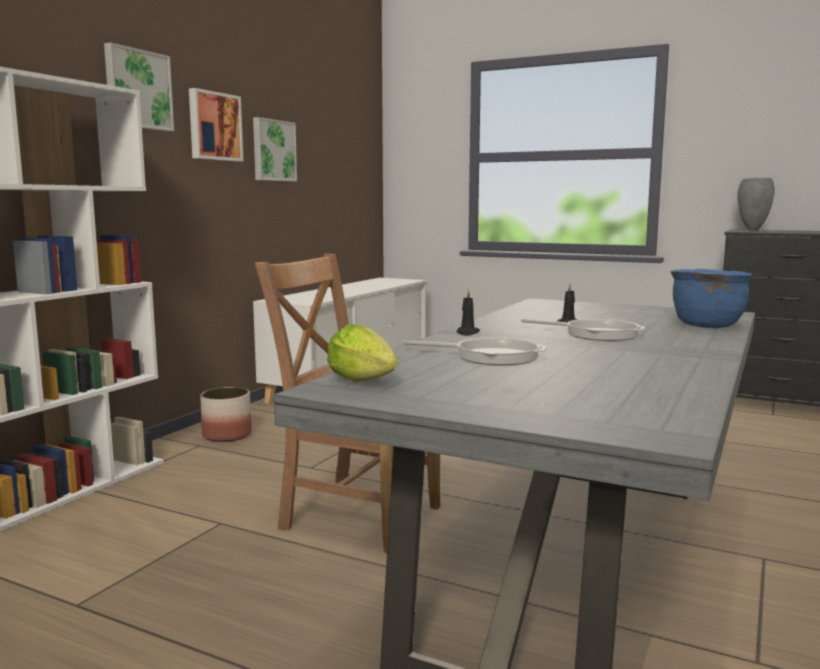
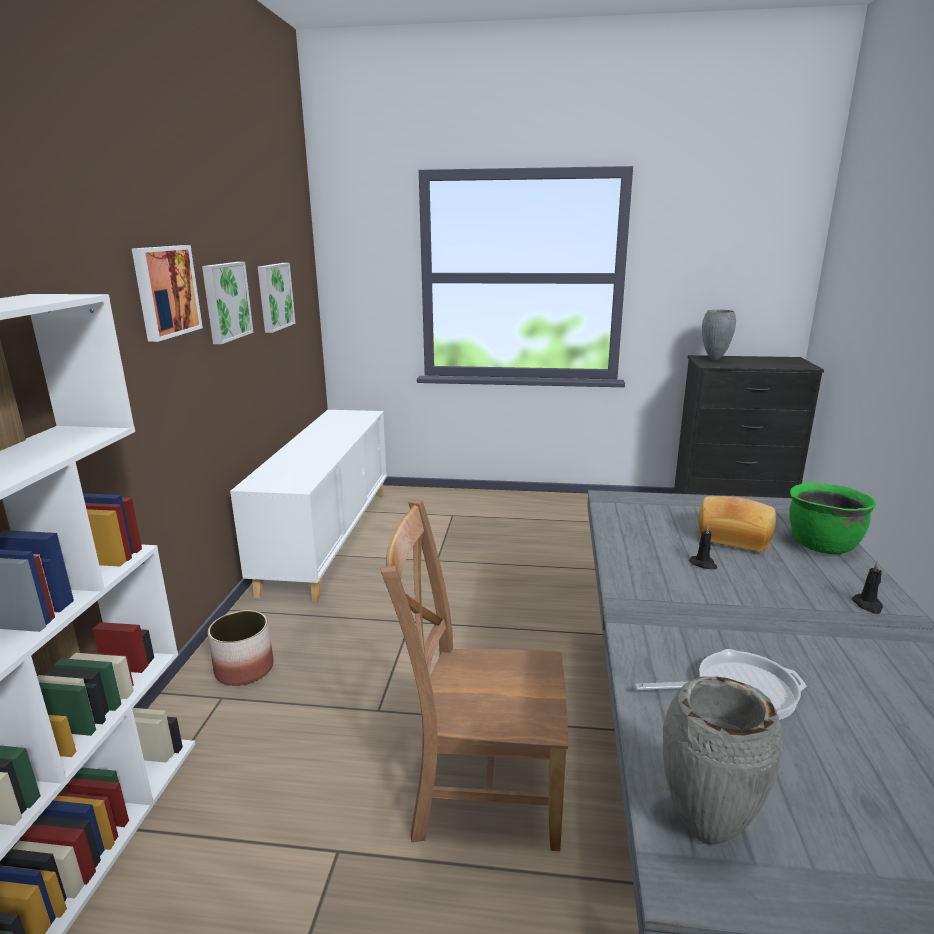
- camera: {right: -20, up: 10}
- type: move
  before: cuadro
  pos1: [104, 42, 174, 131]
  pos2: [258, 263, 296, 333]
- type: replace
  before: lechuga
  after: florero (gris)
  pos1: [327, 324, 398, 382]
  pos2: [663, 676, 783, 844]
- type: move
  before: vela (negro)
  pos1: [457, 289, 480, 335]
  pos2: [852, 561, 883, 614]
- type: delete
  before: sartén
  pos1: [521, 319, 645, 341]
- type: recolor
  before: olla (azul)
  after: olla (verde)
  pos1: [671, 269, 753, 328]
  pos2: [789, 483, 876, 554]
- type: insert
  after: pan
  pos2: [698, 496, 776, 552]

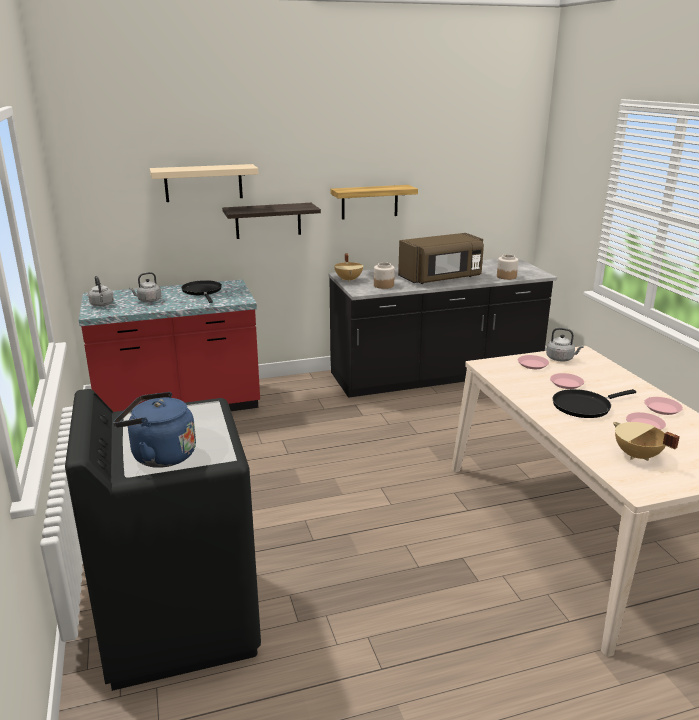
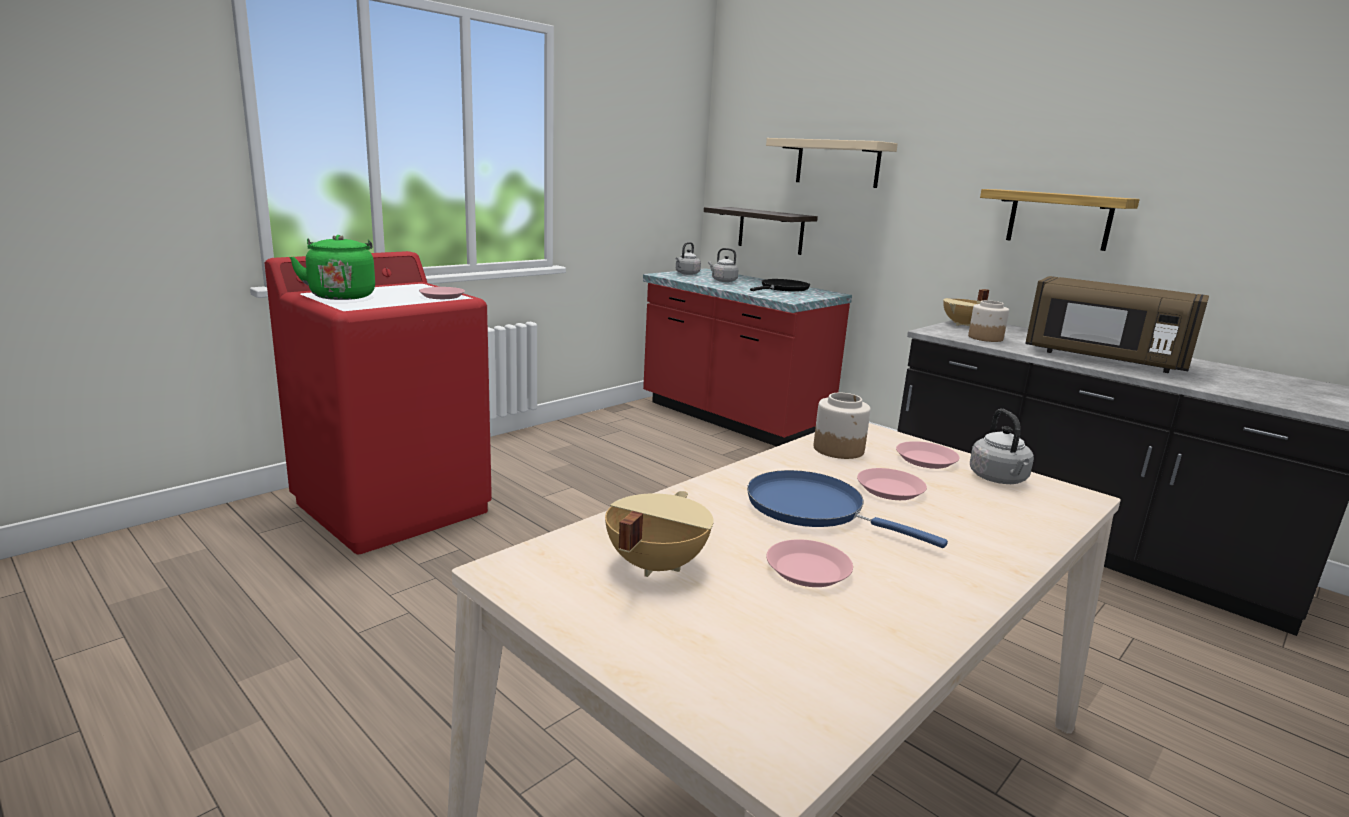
- camera: {right: 60, up: -5}
- type: recolor
  before: lavadora (negro)
  after: lavadora (rojo)
  pos1: [65, 389, 261, 691]
  pos2: [265, 251, 492, 554]
- type: recolor
  before: hervidor (azul)
  after: hervidor (verde)
  pos1: [113, 392, 196, 468]
  pos2: [290, 235, 375, 300]
- type: move
  before: estante
  pos1: [222, 203, 321, 239]
  pos2: [704, 207, 818, 255]
- type: move
  before: tarro
  pos1: [497, 254, 518, 280]
  pos2: [814, 393, 871, 459]
- type: recolor
  before: sartén (negro)
  after: sartén (azul)
  pos1: [553, 389, 636, 418]
  pos2: [747, 470, 948, 548]
- type: move
  before: plato (rosa)
  pos1: [644, 397, 683, 415]
  pos2: [419, 287, 465, 299]

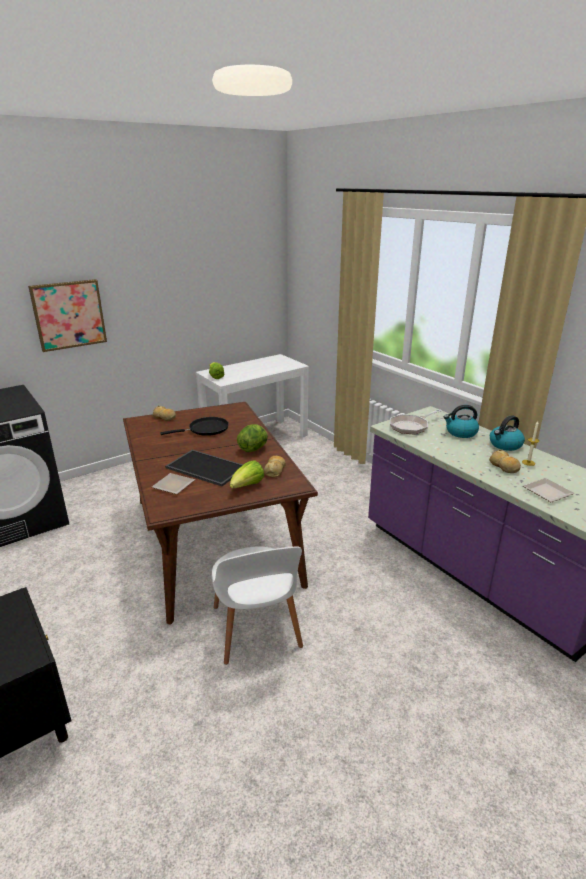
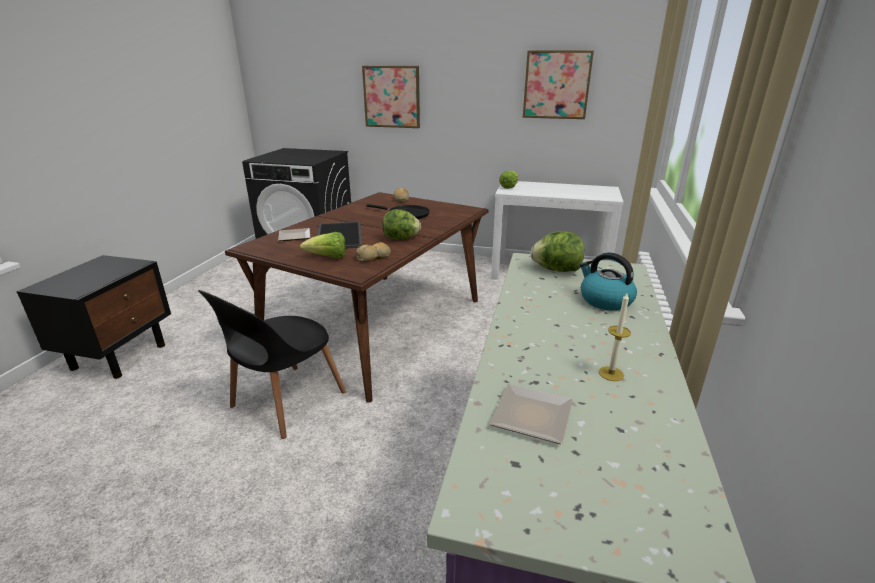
- camera: {right: 50, up: 0}
- type: recolor
  before: silla (blanco)
  after: silla (negro)
  pos1: [212, 546, 303, 665]
  pos2: [198, 290, 346, 439]
- type: replace
  before: sartén
  after: lechuga
  pos1: [390, 409, 442, 434]
  pos2: [530, 231, 584, 272]
- type: delete
  before: pan
  pos1: [489, 450, 521, 473]
- type: delete
  before: hervidor
  pos1: [490, 415, 525, 451]
- type: insert
  after: cuadro
  pos2: [523, 50, 594, 119]

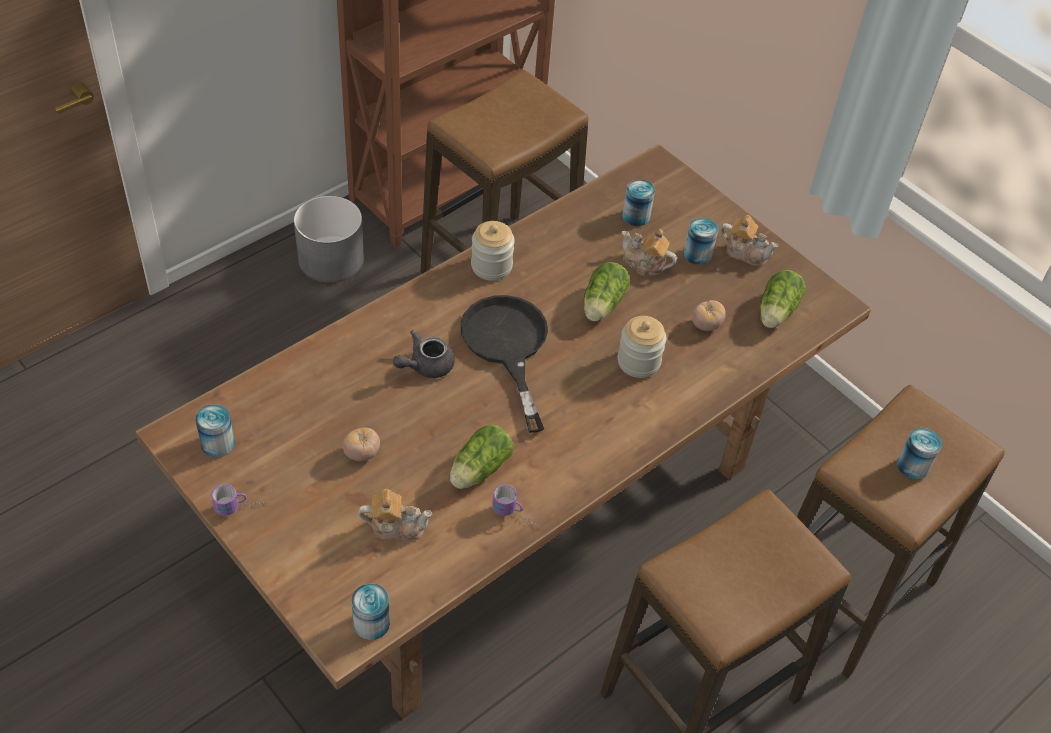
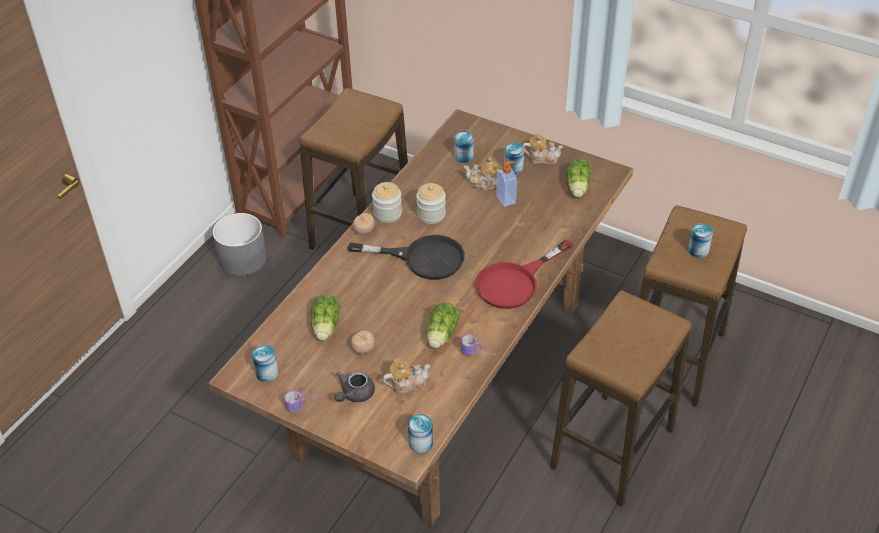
- camera: {right: -15, up: -5}
- type: move
  before: tetera (gris)
  pos1: [393, 330, 454, 378]
  pos2: [335, 371, 375, 402]
- type: rotate
  before: sartén (negro)
  pos1: [460, 295, 548, 433]
  pos2: [348, 235, 465, 280]
  turn: 135
- type: move
  before: lechuga
  pos1: [584, 262, 630, 321]
  pos2: [311, 294, 340, 340]
- type: move
  before: tarro
  pos1: [618, 316, 666, 378]
  pos2: [416, 183, 446, 224]
- type: move
  before: tomate
  pos1: [692, 300, 726, 331]
  pos2: [353, 213, 375, 234]
- type: insert
  after: sartén (rojo)
  pos2: [476, 240, 573, 309]
- type: insert
  after: dispensador de jabón
  pos2: [496, 161, 517, 207]

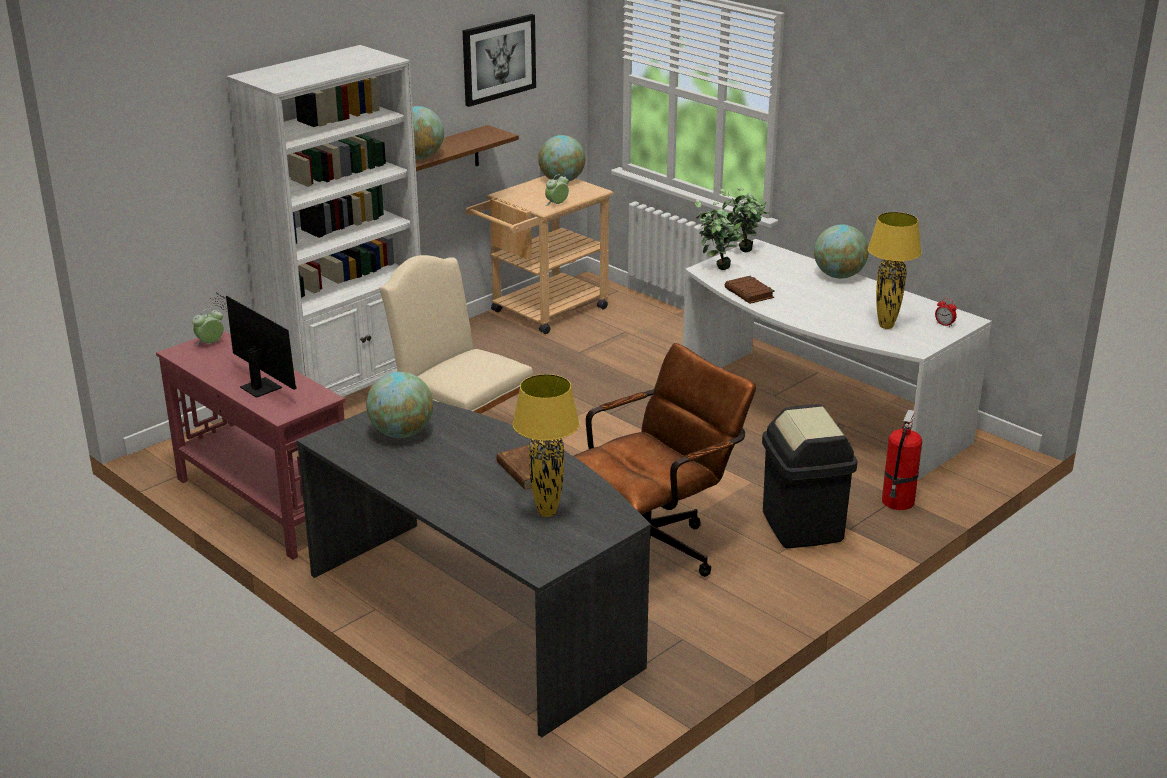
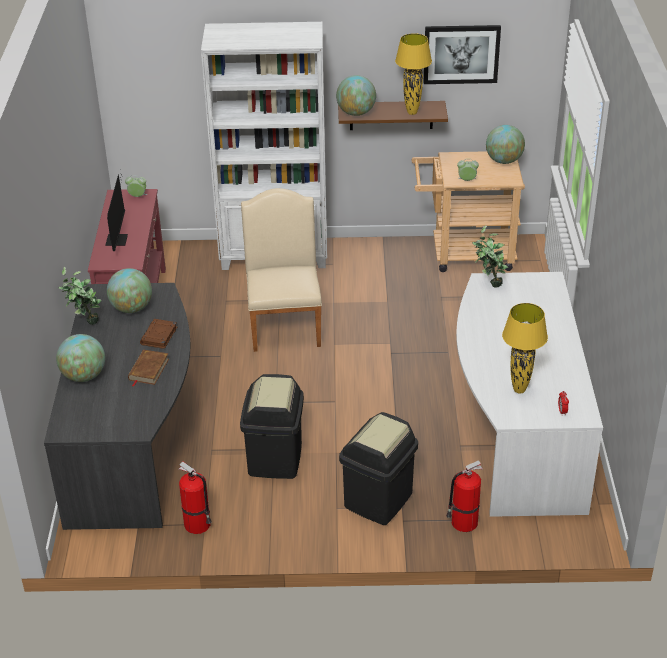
- camera: {right: 45, up: 10}
- type: move
  before: lámpara de mesa (amarillo)
  pos1: [513, 374, 580, 517]
  pos2: [395, 33, 432, 115]
- type: replace
  before: silla de oficina (marrón)
  after: papelera (negro)
  pos1: [574, 343, 756, 577]
  pos2: [240, 374, 304, 479]
- type: move
  before: planta en maceta
  pos1: [720, 188, 769, 252]
  pos2: [59, 266, 102, 325]
- type: move
  before: libro (marrón)
  pos1: [725, 276, 775, 304]
  pos2: [140, 319, 177, 349]
- type: move
  before: globo terráqueo
  pos1: [814, 225, 869, 279]
  pos2: [56, 334, 105, 382]
- type: insert
  after: extintor
  pos2: [178, 462, 212, 534]

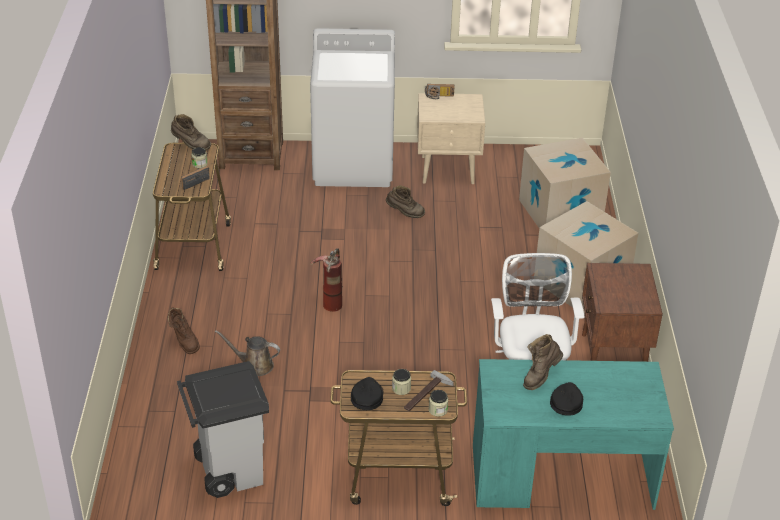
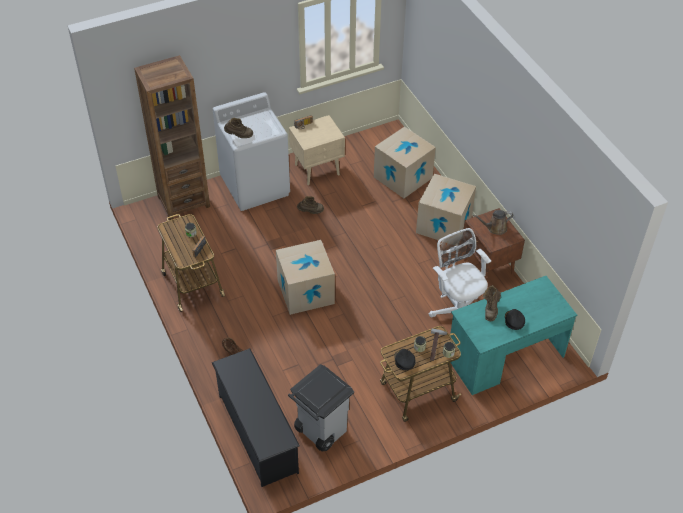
- camera: {right: -25, up: 10}
- type: move
  before: bota (marrón)
  pos1: [171, 114, 211, 151]
  pos2: [224, 118, 253, 138]
- type: move
  before: regadera (marrón)
  pos1: [215, 330, 280, 376]
  pos2: [473, 210, 514, 235]
- type: replace
  before: extintor
  after: caja de cartón
  pos1: [311, 248, 343, 312]
  pos2: [276, 240, 335, 315]
- type: insert
  after: zapatero (negro)
  pos2: [212, 348, 300, 487]

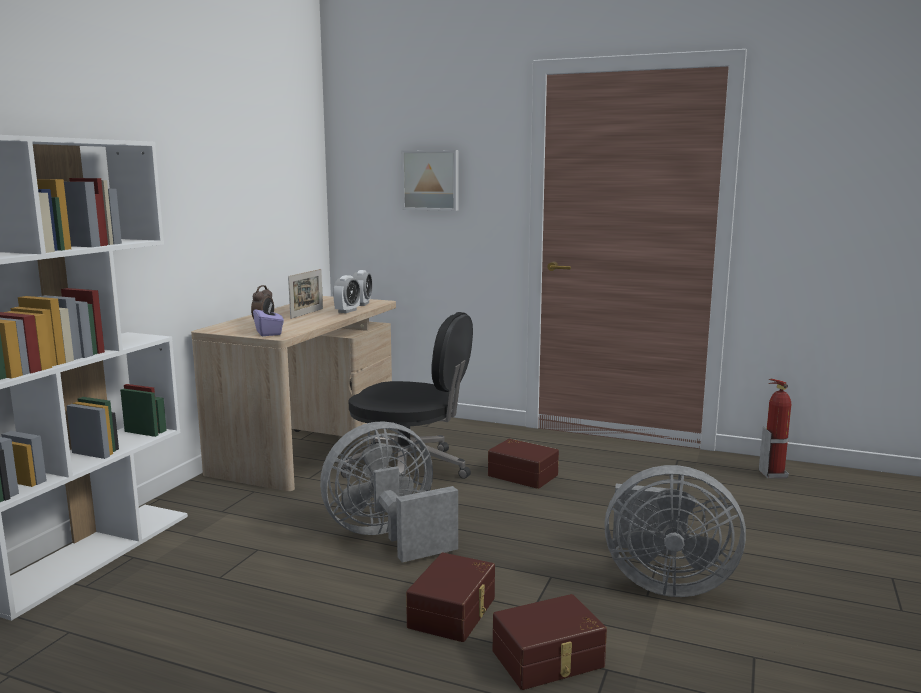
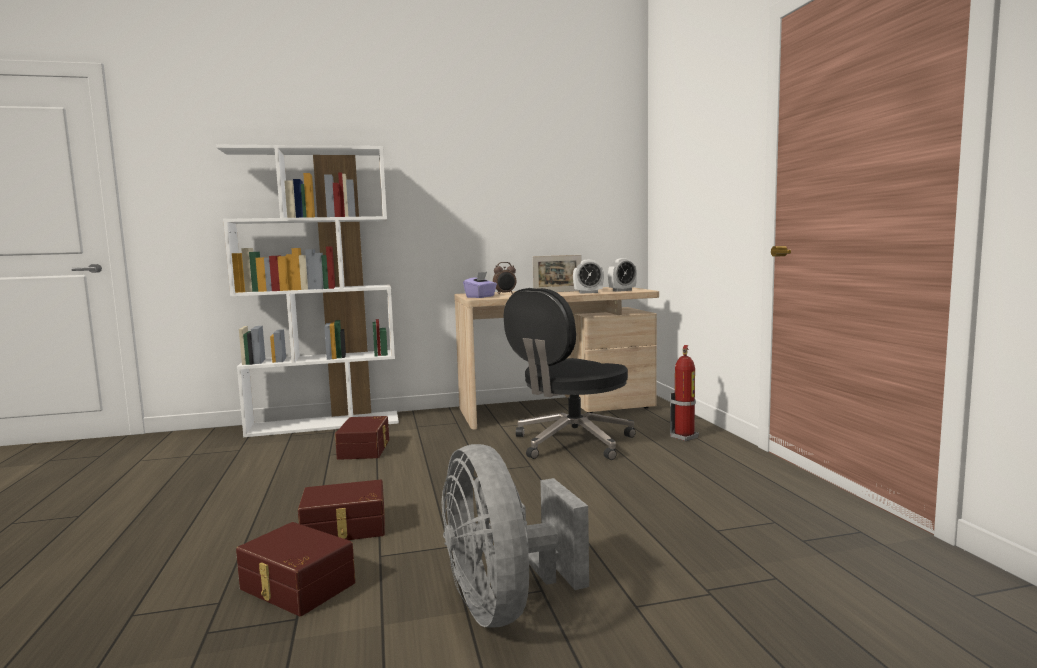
- camera: {right: 55, up: -5}
- type: delete
  before: ventilador (gris)
  pos1: [320, 421, 458, 563]
- type: rotate
  before: silla de oficina (negro)
  pos1: [340, 312, 473, 479]
  pos2: [503, 288, 636, 460]
  turn: 60
- type: delete
  before: cuadro
  pos1: [402, 150, 459, 211]
- type: move
  before: caja de almacenaje (marrón)
  pos1: [488, 439, 559, 489]
  pos2: [335, 416, 389, 460]
- type: move
  before: extintor
  pos1: [759, 379, 791, 478]
  pos2: [670, 345, 699, 441]

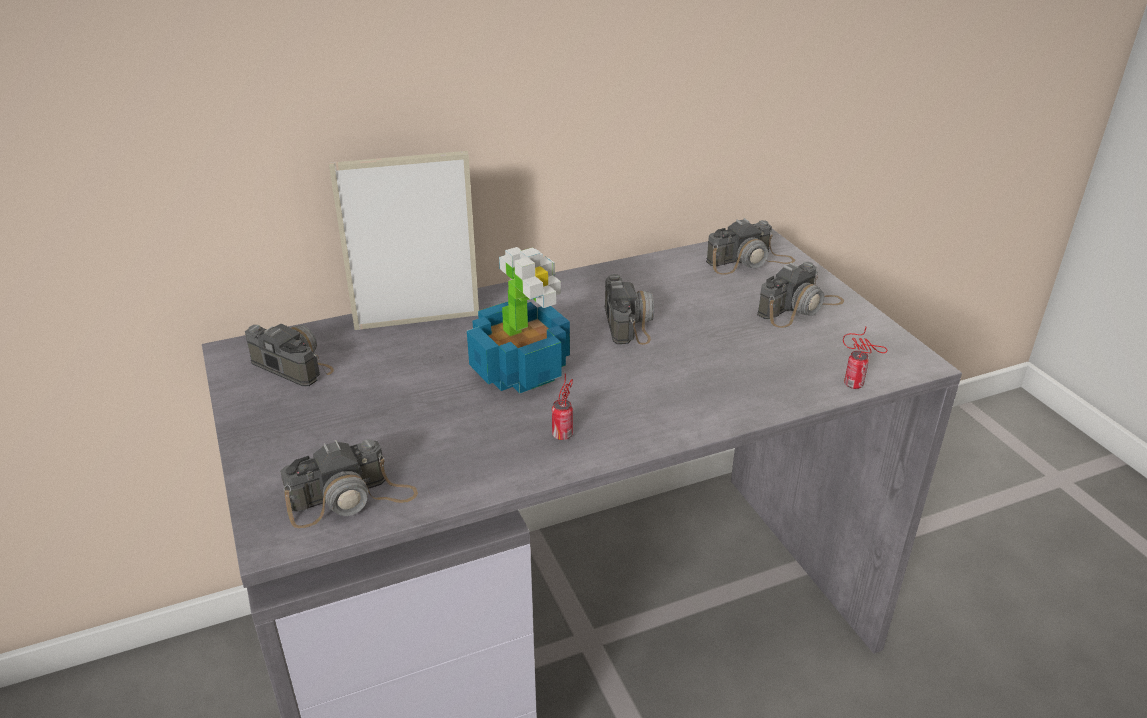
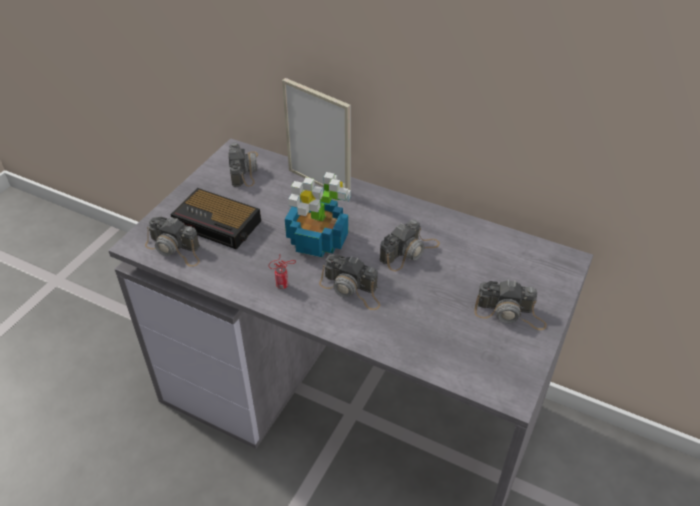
- camera: {right: 50, up: 10}
- type: move
  before: cámara
  pos1: [706, 218, 795, 274]
  pos2: [319, 255, 380, 310]
- type: delete
  before: lata
  pos1: [843, 326, 887, 389]
- type: insert
  after: despertador
  pos2: [170, 188, 261, 249]

